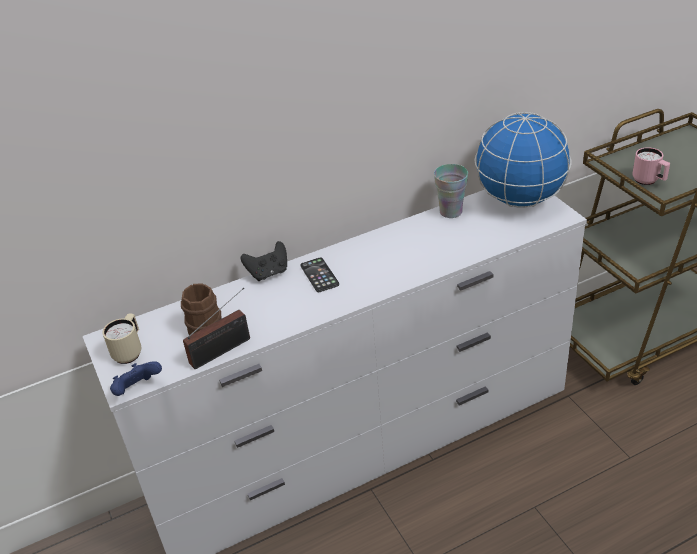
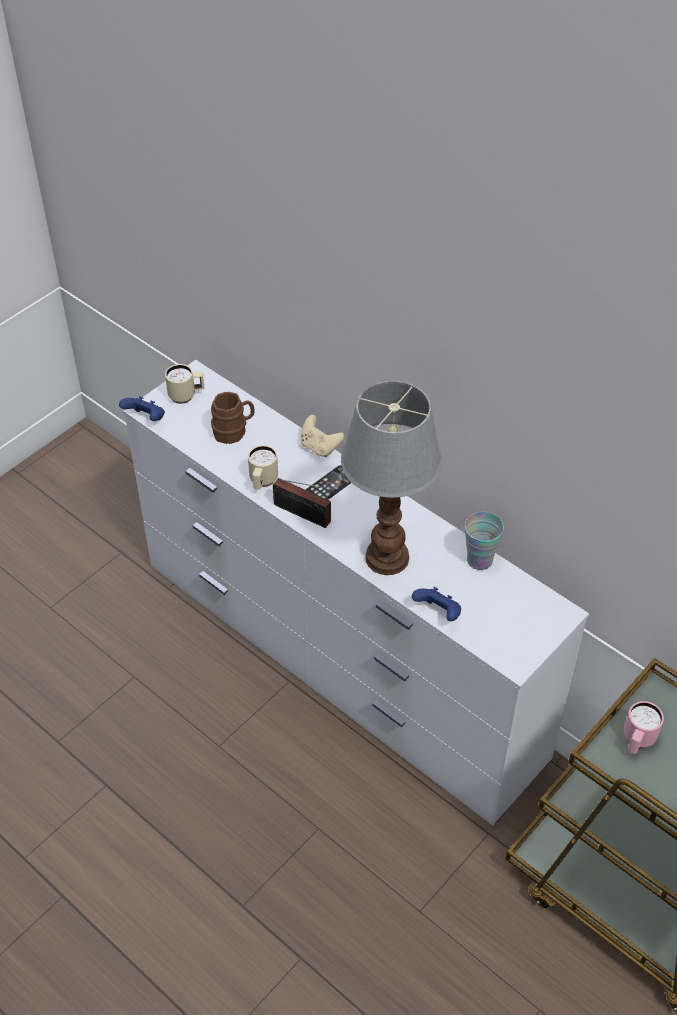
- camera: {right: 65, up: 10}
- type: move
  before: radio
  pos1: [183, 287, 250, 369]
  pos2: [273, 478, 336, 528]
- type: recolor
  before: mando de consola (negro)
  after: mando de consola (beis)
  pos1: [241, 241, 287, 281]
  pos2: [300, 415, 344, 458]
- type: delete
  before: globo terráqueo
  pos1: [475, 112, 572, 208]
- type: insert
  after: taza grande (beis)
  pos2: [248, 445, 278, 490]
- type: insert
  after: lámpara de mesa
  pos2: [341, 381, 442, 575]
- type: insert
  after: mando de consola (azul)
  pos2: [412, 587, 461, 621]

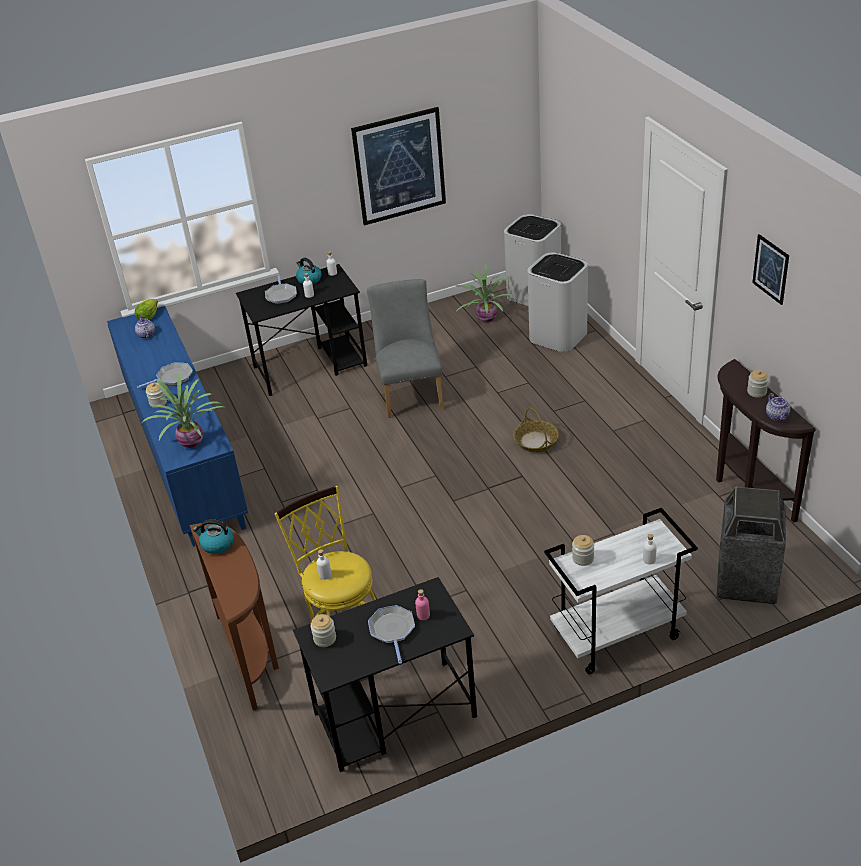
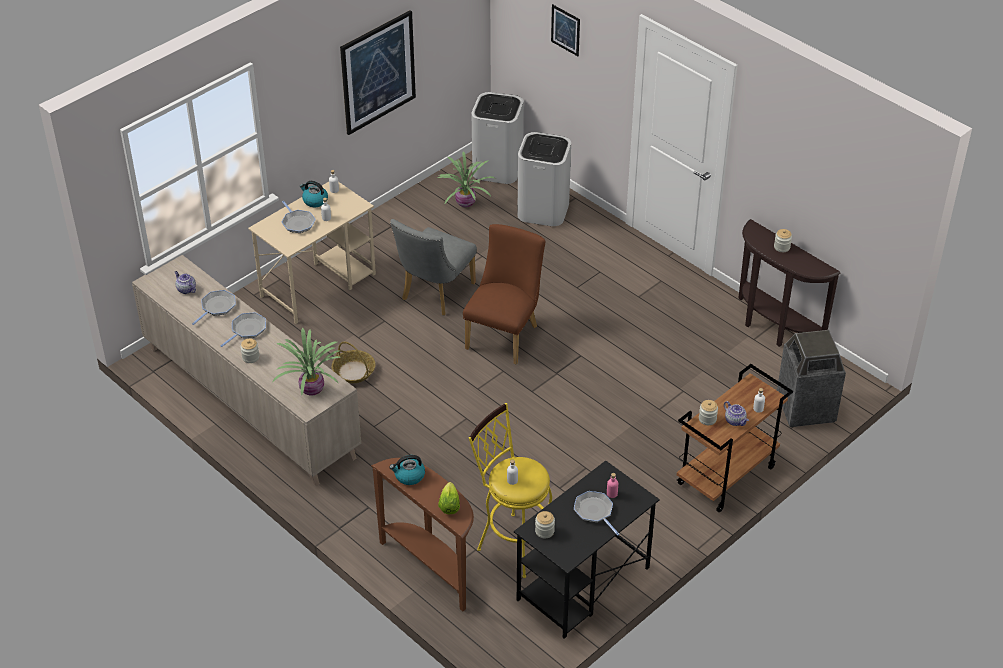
- camera: {right: -25, up: 5}
- type: recolor
  before: armario (azul)
  after: armario (beis)
  pos1: [107, 306, 248, 547]
  pos2: [132, 255, 361, 486]
- type: move
  before: lechuga
  pos1: [135, 299, 158, 320]
  pos2: [438, 482, 460, 514]
- type: recolor
  before: escritorio (negro)
  after: escritorio (beis)
  pos1: [236, 264, 367, 396]
  pos2: [248, 182, 376, 324]
- type: rotate
  before: silla (gris)
  pos1: [367, 279, 444, 418]
  pos2: [390, 219, 477, 315]
  turn: -120
- type: move
  before: cesta
  pos1: [513, 407, 559, 452]
  pos2: [332, 342, 375, 383]
- type: recolor
  before: carrito (blanco)
  after: carrito (marrón)
  pos1: [544, 508, 698, 674]
  pos2: [677, 364, 793, 512]
- type: move
  before: cuadro
  pos1: [752, 234, 789, 305]
  pos2: [551, 4, 580, 56]
- type: move
  before: tetera
  pos1: [766, 393, 790, 421]
  pos2: [724, 401, 749, 426]
- type: insert
  after: sartén
  pos2: [192, 290, 236, 325]
- type: insert
  after: silla (marrón)
  pos2: [463, 224, 545, 365]

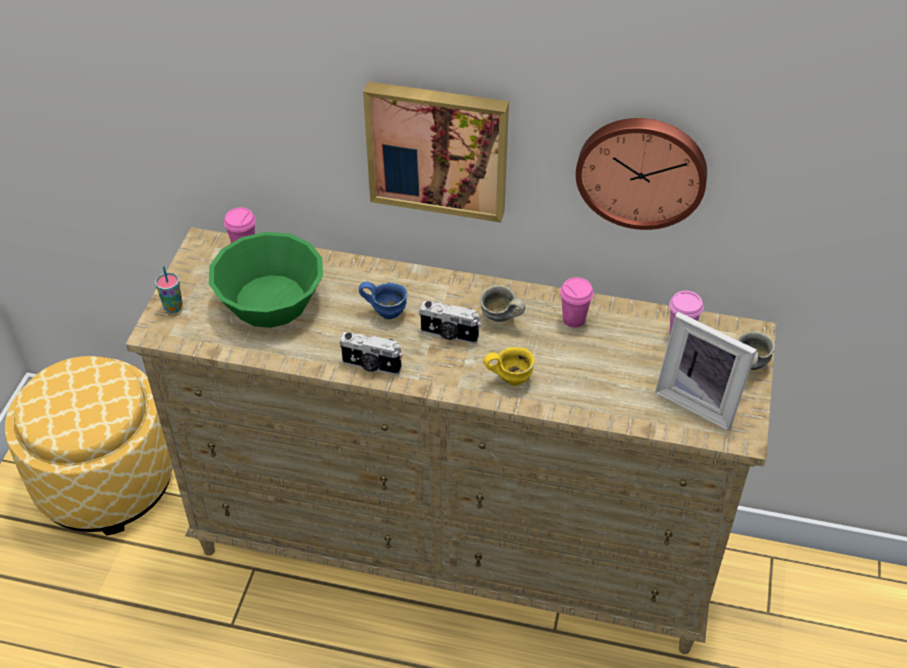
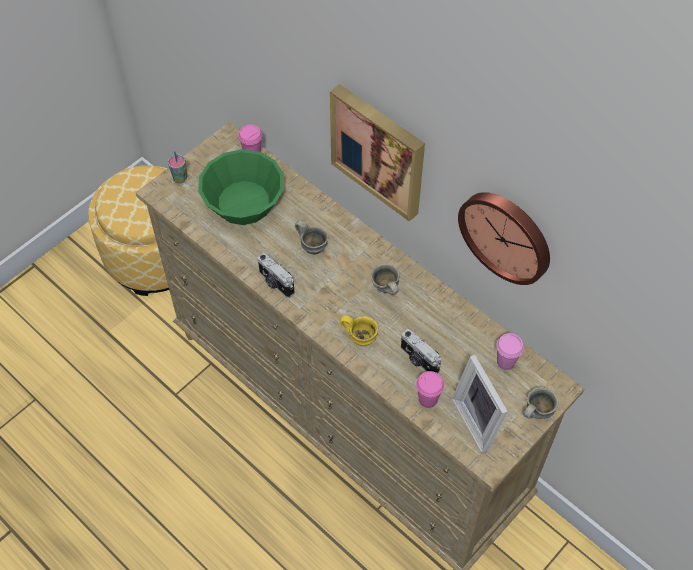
- camera: {right: 30, up: 10}
- type: recolor
  before: taza grande (azul)
  after: taza grande (gris)
  pos1: [359, 282, 407, 319]
  pos2: [295, 220, 328, 254]
- type: move
  before: cámara
  pos1: [419, 301, 481, 344]
  pos2: [401, 329, 441, 373]
- type: move
  before: taza (rosa)
  pos1: [560, 277, 594, 328]
  pos2: [416, 371, 444, 408]

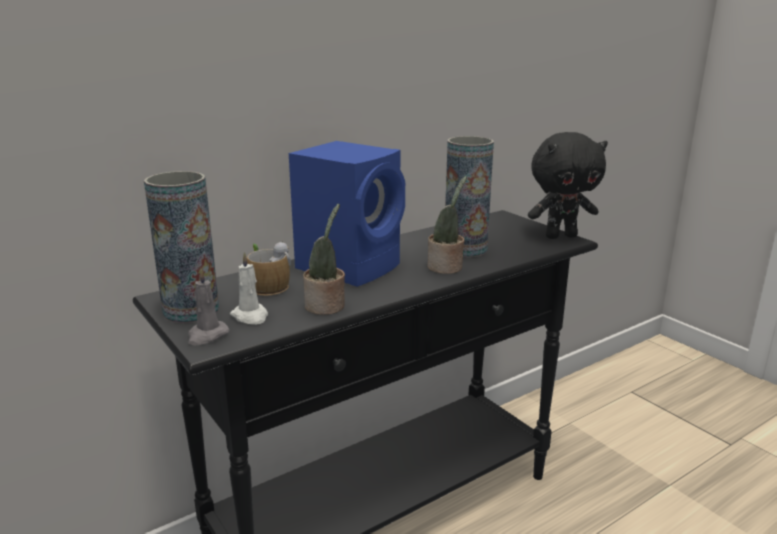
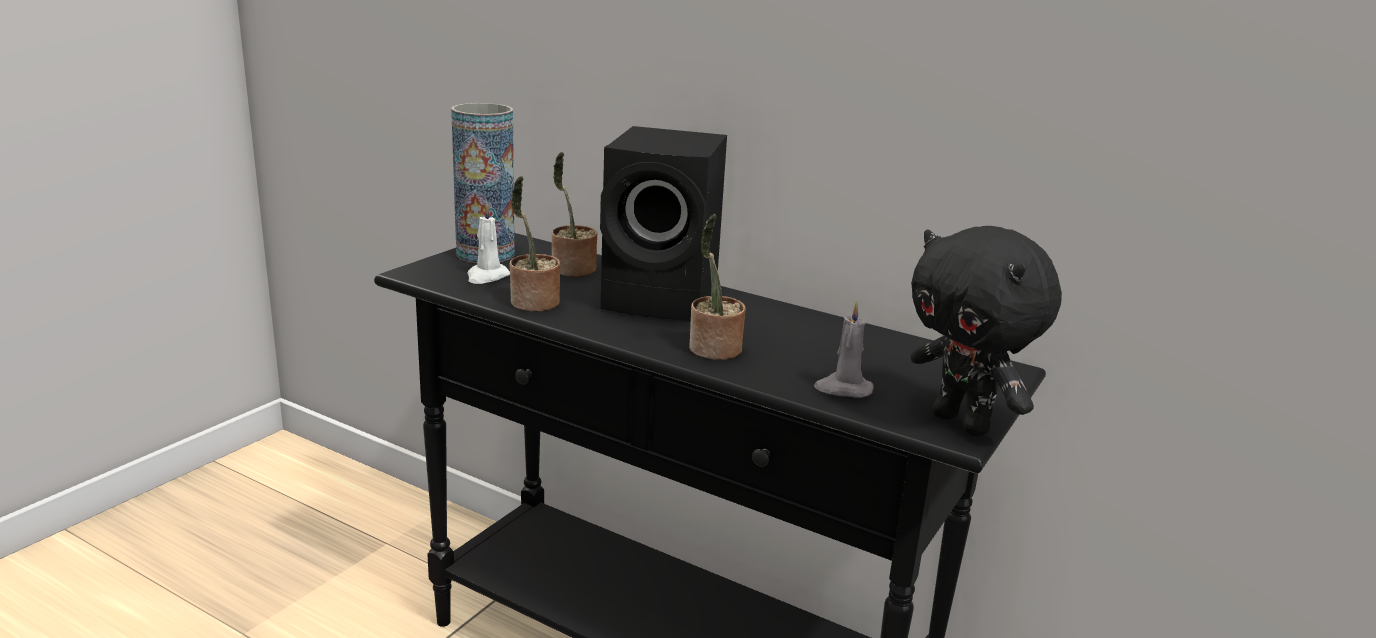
- camera: {right: 65, up: 0}
- type: move
  before: vela (gris)
  pos1: [188, 268, 229, 345]
  pos2: [814, 301, 874, 398]
- type: replace
  before: taza grande
  after: planta en maceta
  pos1: [247, 240, 291, 296]
  pos2: [551, 152, 597, 277]
- type: recolor
  before: altavoz (azul)
  after: altavoz (negro)
  pos1: [289, 141, 405, 287]
  pos2: [600, 126, 727, 321]
- type: delete
  before: florero
  pos1: [445, 136, 494, 257]

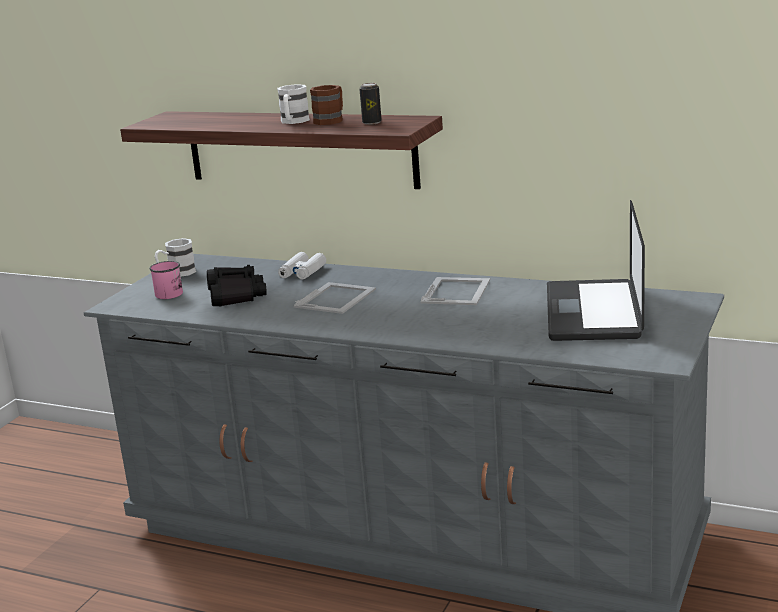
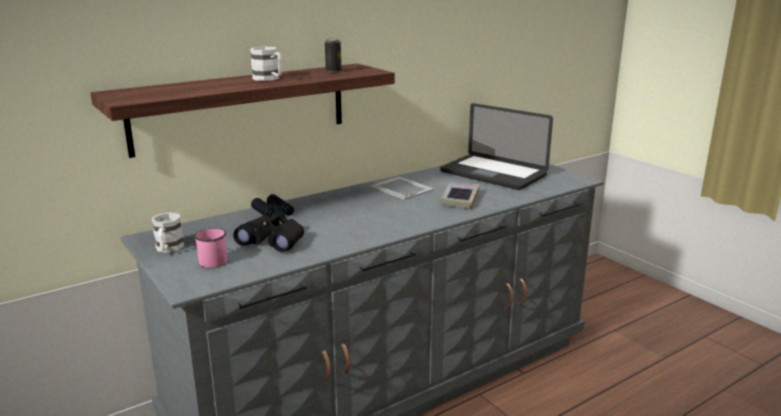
- camera: {right: -60, up: 0}
- type: recolor
  before: prismáticos (blanco)
  after: prismáticos (negro)
  pos1: [278, 252, 326, 280]
  pos2: [251, 194, 294, 217]
- type: delete
  before: portarretratos
  pos1: [294, 282, 376, 314]
- type: delete
  before: taza grande (marrón)
  pos1: [310, 85, 343, 125]
- type: insert
  after: libro
  pos2: [440, 182, 479, 209]

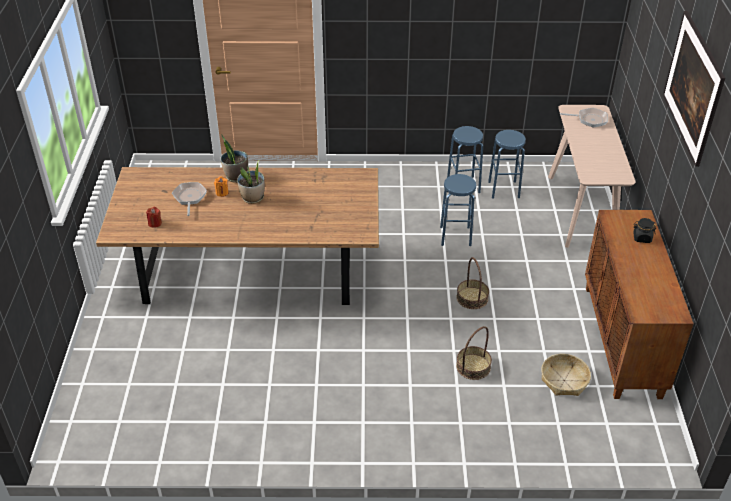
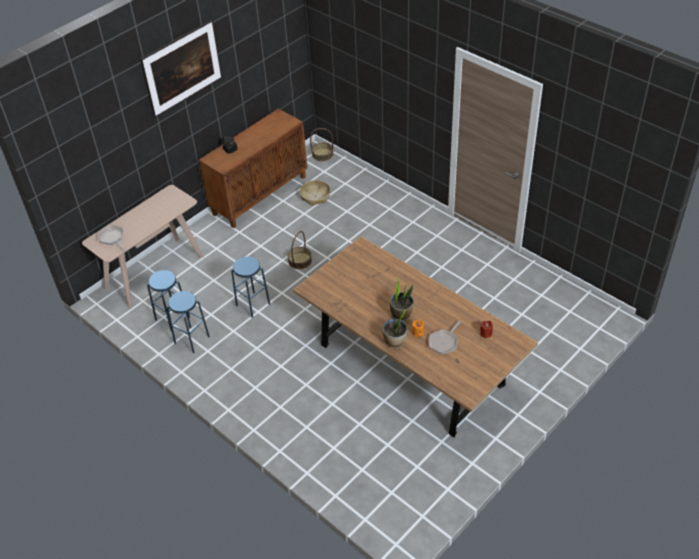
- camera: {right: -135, up: 5}
- type: move
  before: cesta
  pos1: [456, 326, 492, 380]
  pos2: [310, 128, 333, 161]

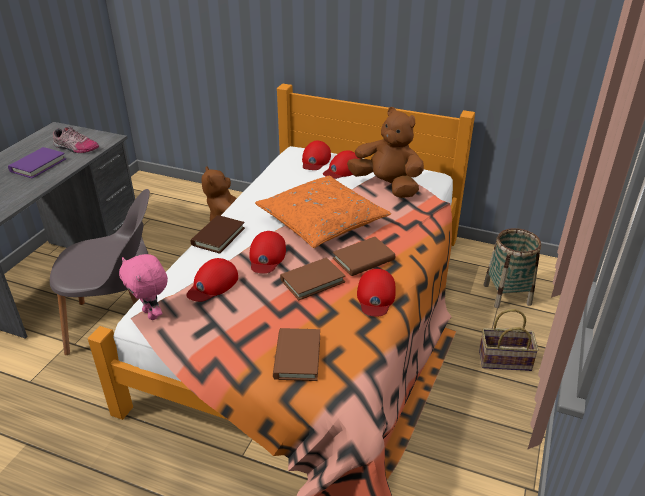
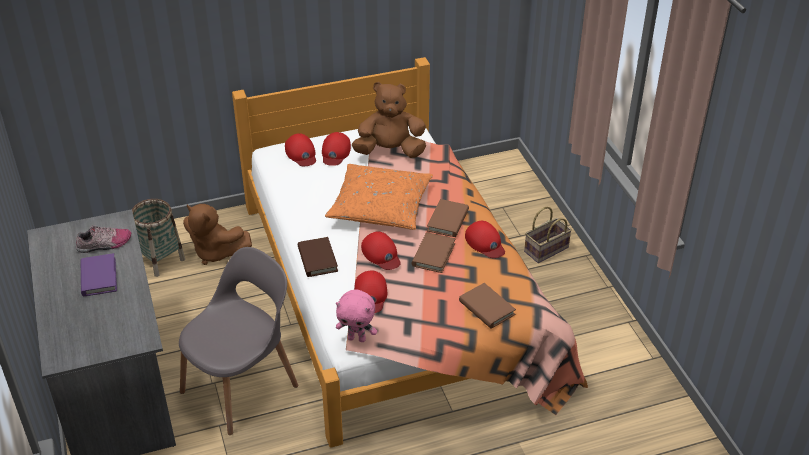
- camera: {right: -40, up: 5}
- type: move
  before: cesta
  pos1: [483, 228, 541, 308]
  pos2: [132, 199, 185, 277]

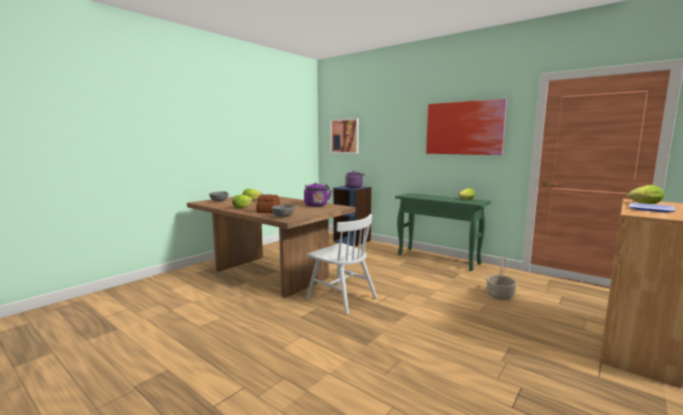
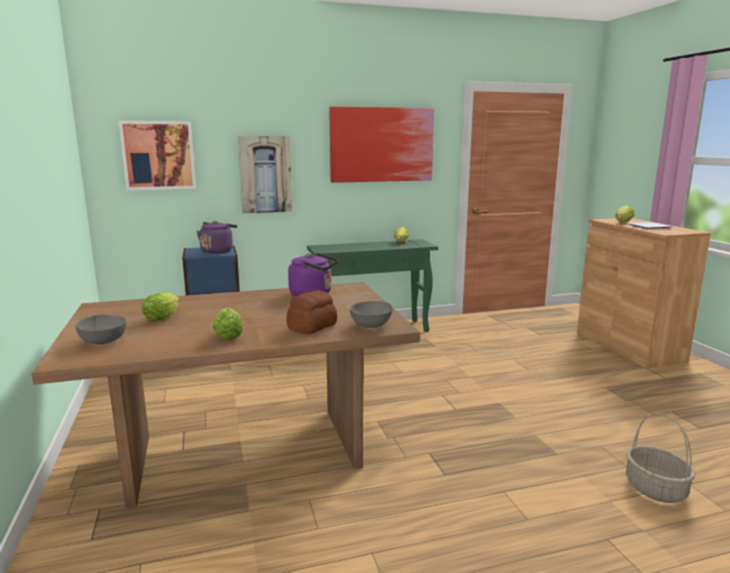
- camera: {right: -55, up: 5}
- type: delete
  before: silla (blanco)
  pos1: [306, 214, 377, 314]
- type: move
  before: cesta
  pos1: [486, 255, 517, 300]
  pos2: [626, 413, 696, 503]
- type: insert
  after: cuadro
  pos2: [238, 136, 292, 213]

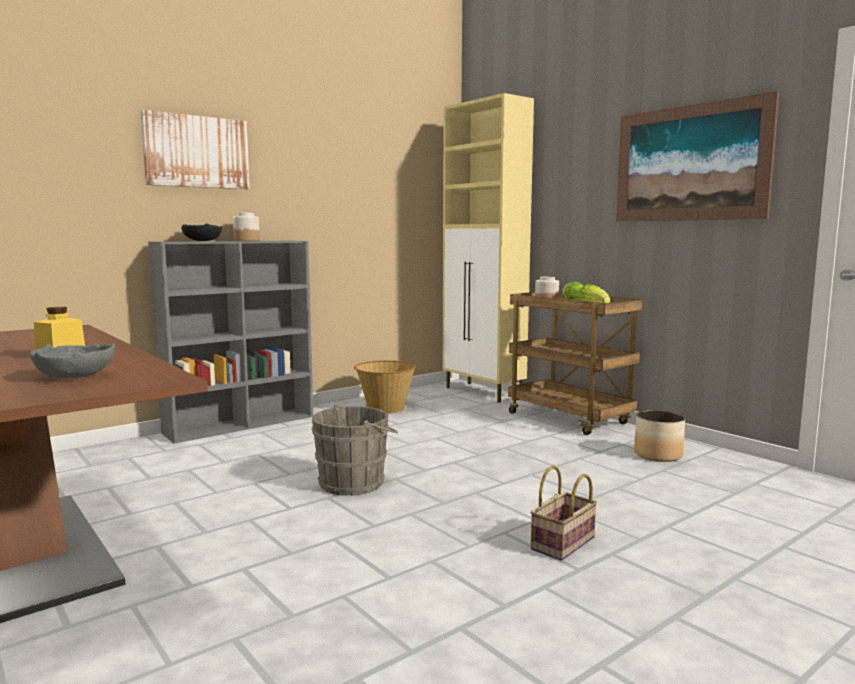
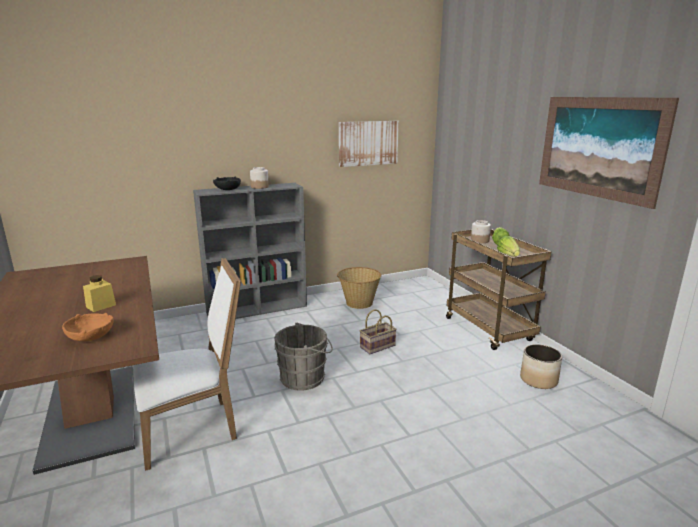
- camera: {right: 15, up: 10}
- type: recolor
  before: cuenco (gris)
  after: cuenco (naranja)
  pos1: [30, 343, 115, 378]
  pos2: [62, 313, 114, 341]
- type: move
  before: cuadro
  pos1: [141, 110, 250, 189]
  pos2: [339, 121, 399, 167]
- type: delete
  before: armario (beis)
  pos1: [443, 93, 534, 403]
- type: move
  before: cesta
  pos1: [530, 465, 597, 561]
  pos2: [360, 309, 396, 354]
- type: insert
  after: silla (blanco)
  pos2: [133, 258, 241, 471]

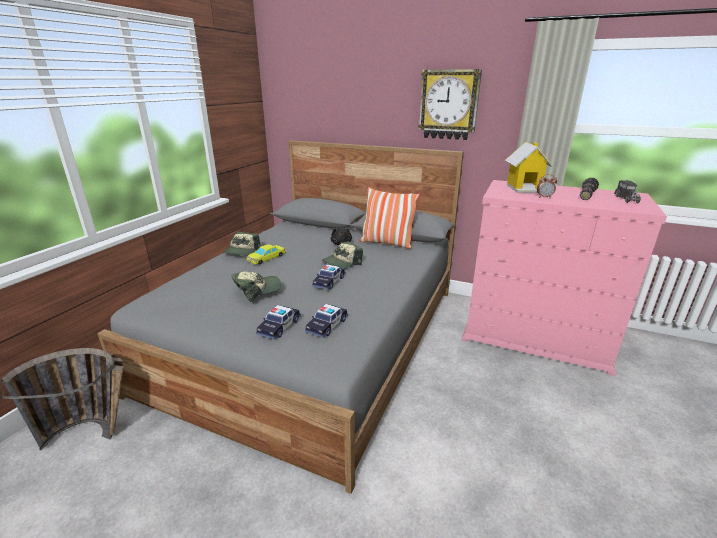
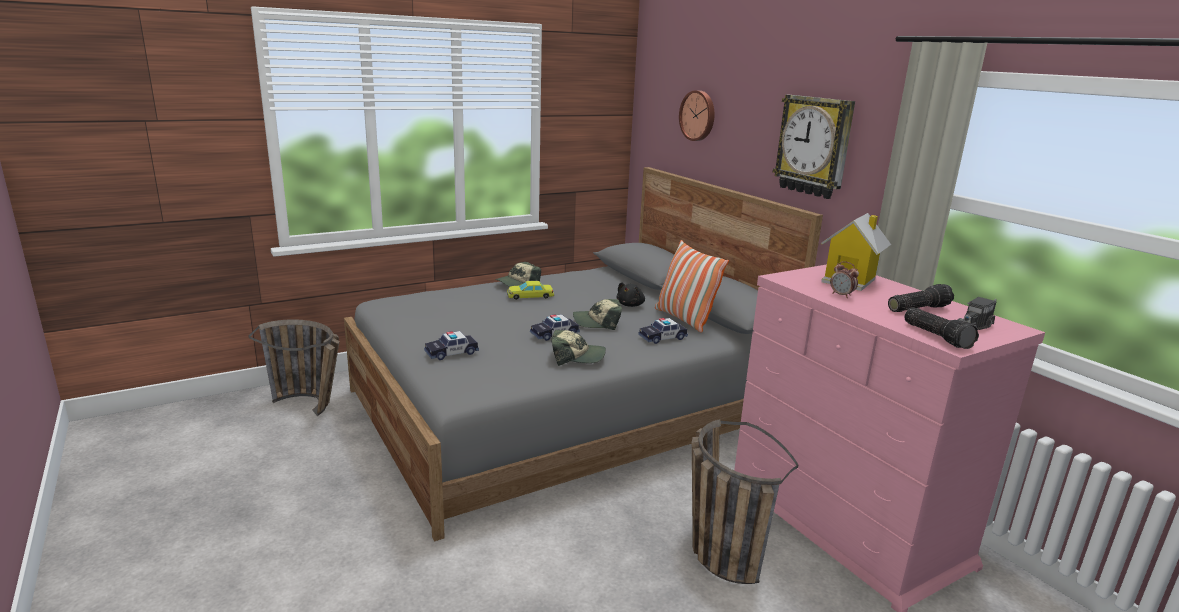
- camera: {right: 35, up: -5}
- type: move
  before: gorra
  pos1: [231, 272, 281, 302]
  pos2: [551, 330, 606, 366]
- type: move
  before: coche de juguete
  pos1: [305, 304, 348, 338]
  pos2: [638, 318, 688, 344]
- type: insert
  after: reloj de pared
  pos2: [679, 90, 715, 141]
- type: insert
  after: cesta
  pos2: [692, 419, 799, 584]
- type: insert
  after: linterna
  pos2: [904, 308, 979, 349]

